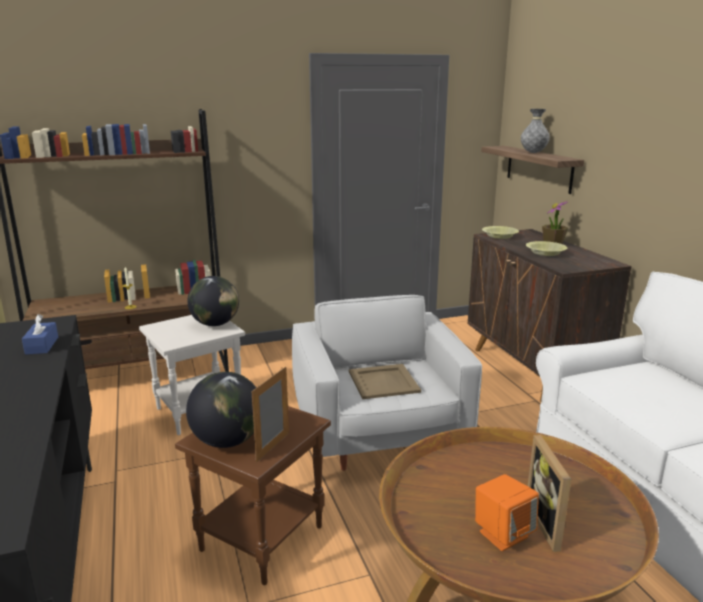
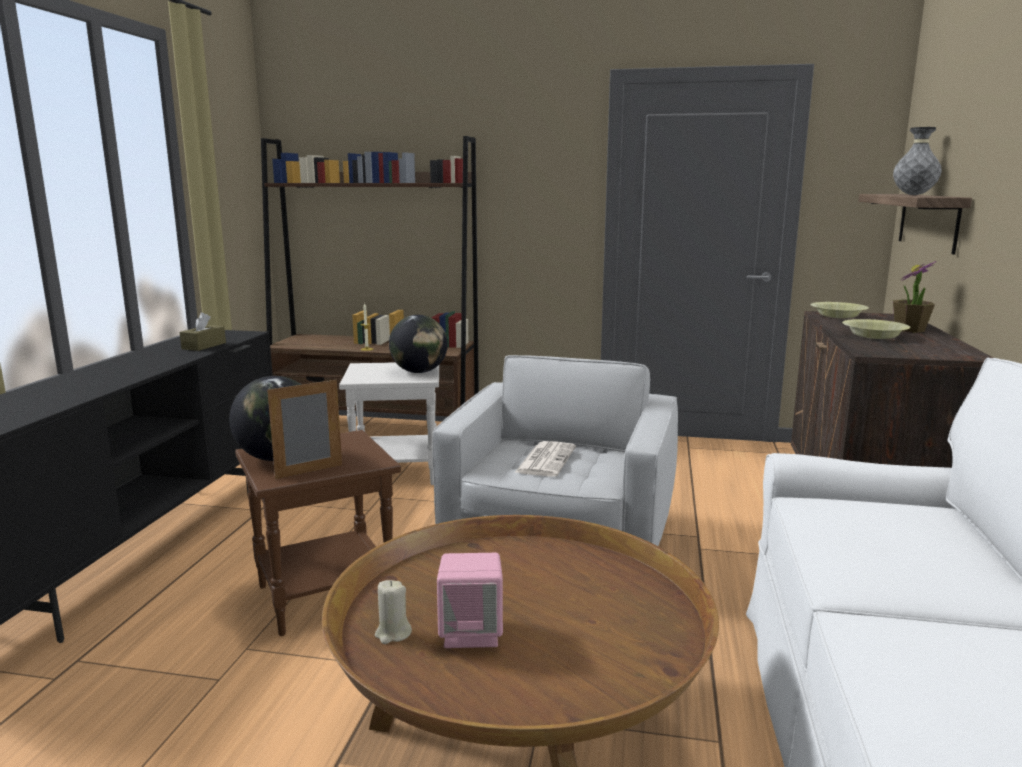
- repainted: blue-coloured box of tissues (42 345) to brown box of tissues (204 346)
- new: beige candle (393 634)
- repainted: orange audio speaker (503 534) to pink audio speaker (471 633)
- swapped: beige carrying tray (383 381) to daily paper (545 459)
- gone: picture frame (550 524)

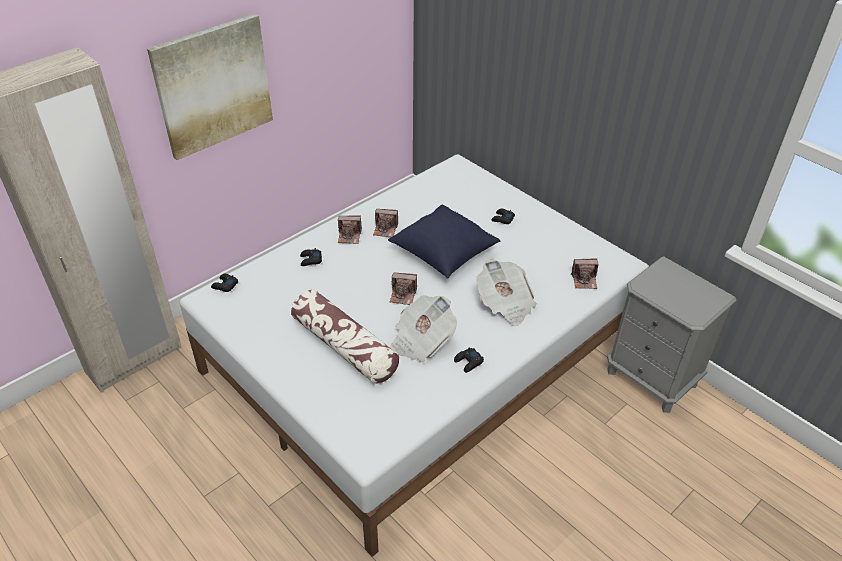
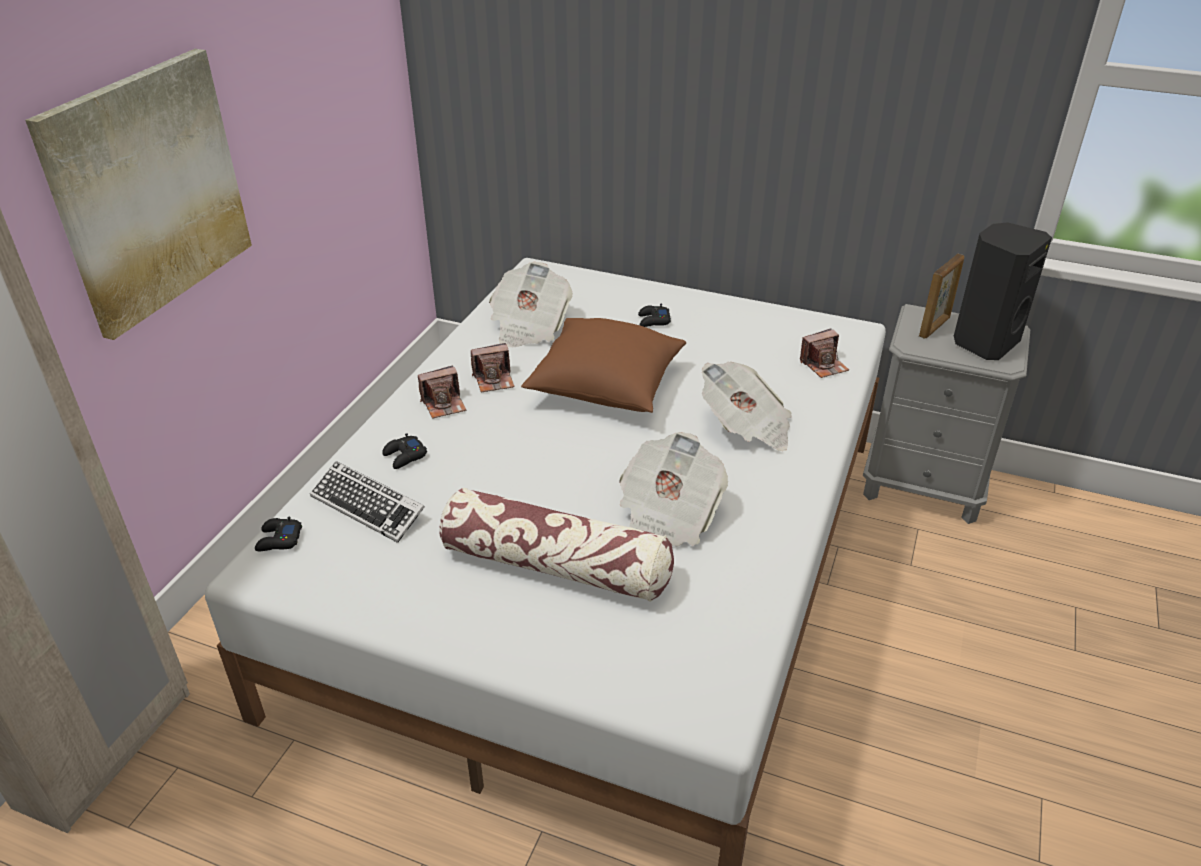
- new: keyboard (368 507)
- new: daily paper (529 326)
- repainted: blue-coloured cushion (443 253) to brown cushion (605 387)
- new: picture frame (934 327)
- new: blackish audio speaker (984 343)
- gone: still camera (403 295)
- gone: blackish joypad (468 362)

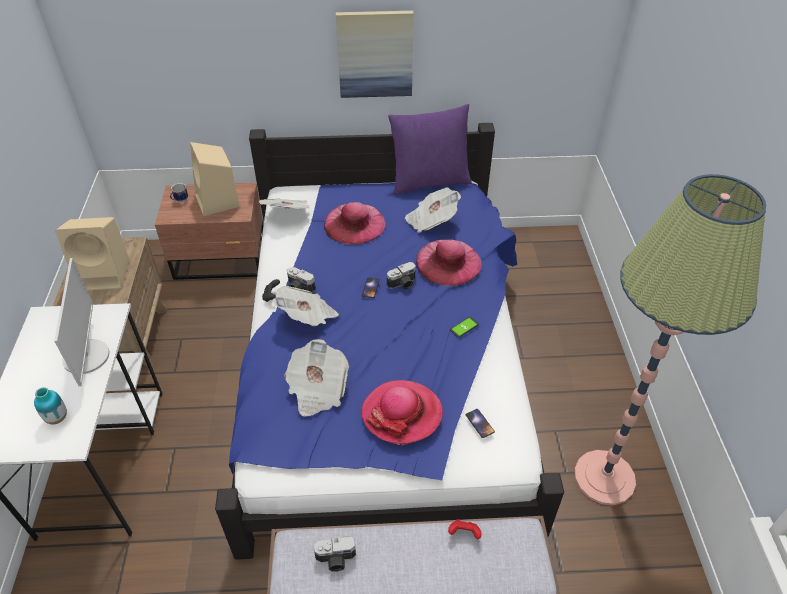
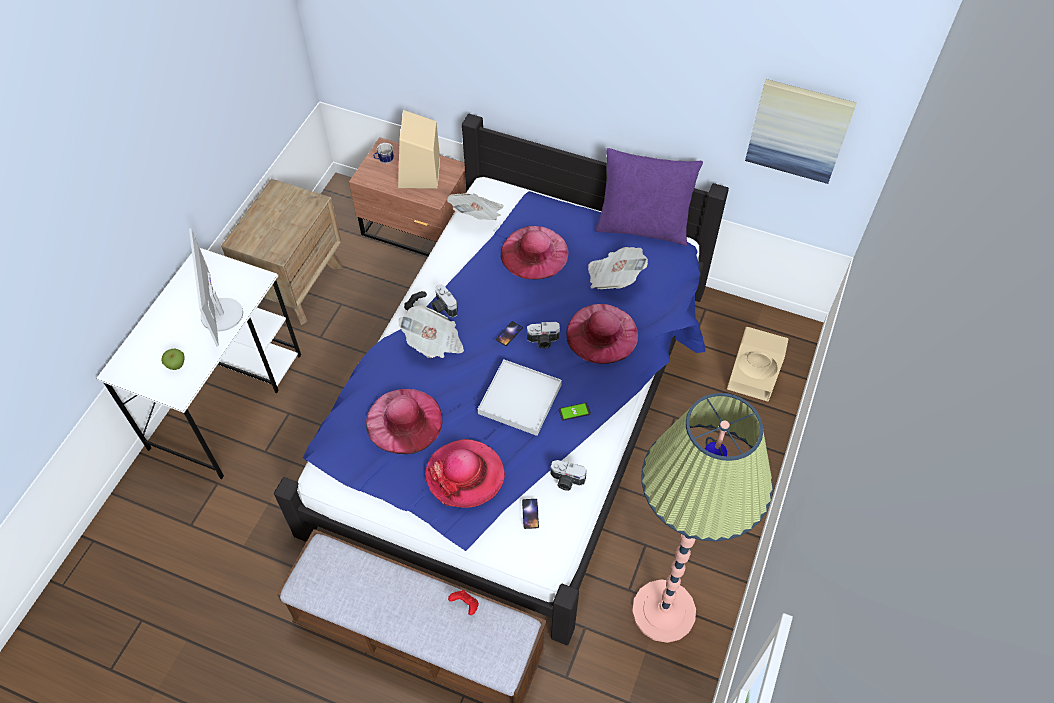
- swapped: vase (57 418) to whole apple (176 365)
- rotated: computer screen (87 356) = (221 315) 150 degrees clockwise
- swapped: daily paper (317 389) to pink wearable hat (404 421)
- new: whitish carrying tray (520 399)
- shifted: still camera (336 560) to (566 481)
- shifted: beige audio speaker (106 274) to (753 379)
- shifted: picture (375 54) to (798 130)

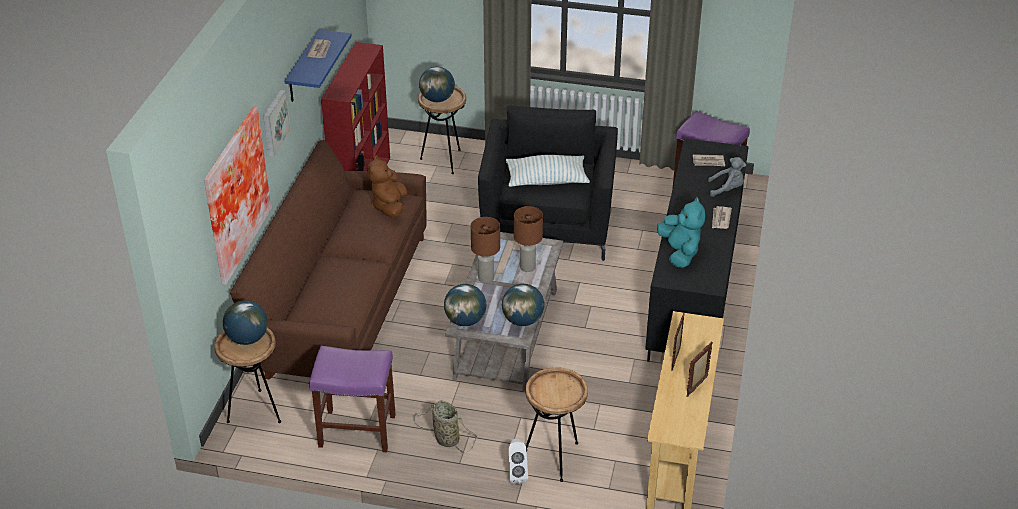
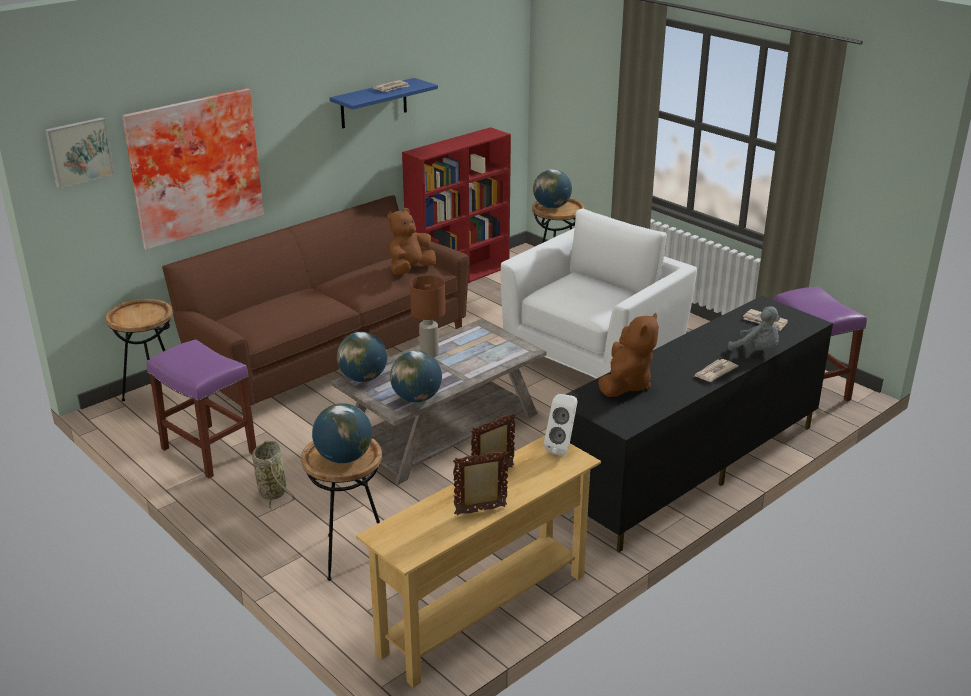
- shifted: picture (274 122) to (79 151)
- shifted: world globe (248 339) to (344 458)
- repainted: blackish armchair (548 225) to whitish armchair (594 361)
- shifted: whitish audio speaker (517 475) to (562 447)
- repainted: blue-green soft toy (680 253) to brown soft toy (625 384)
- gone: cushion (546 180)
- gone: brown tabletop lamp (527 267)

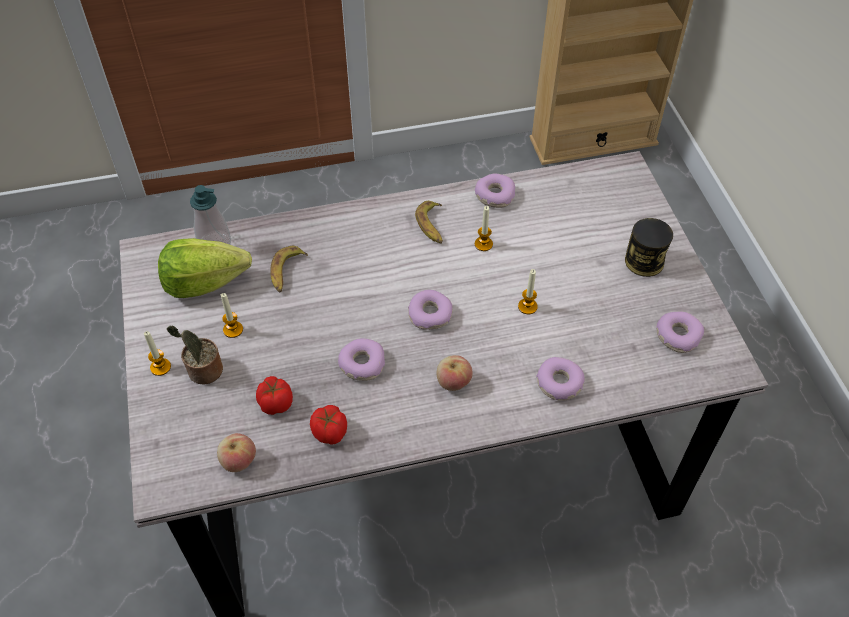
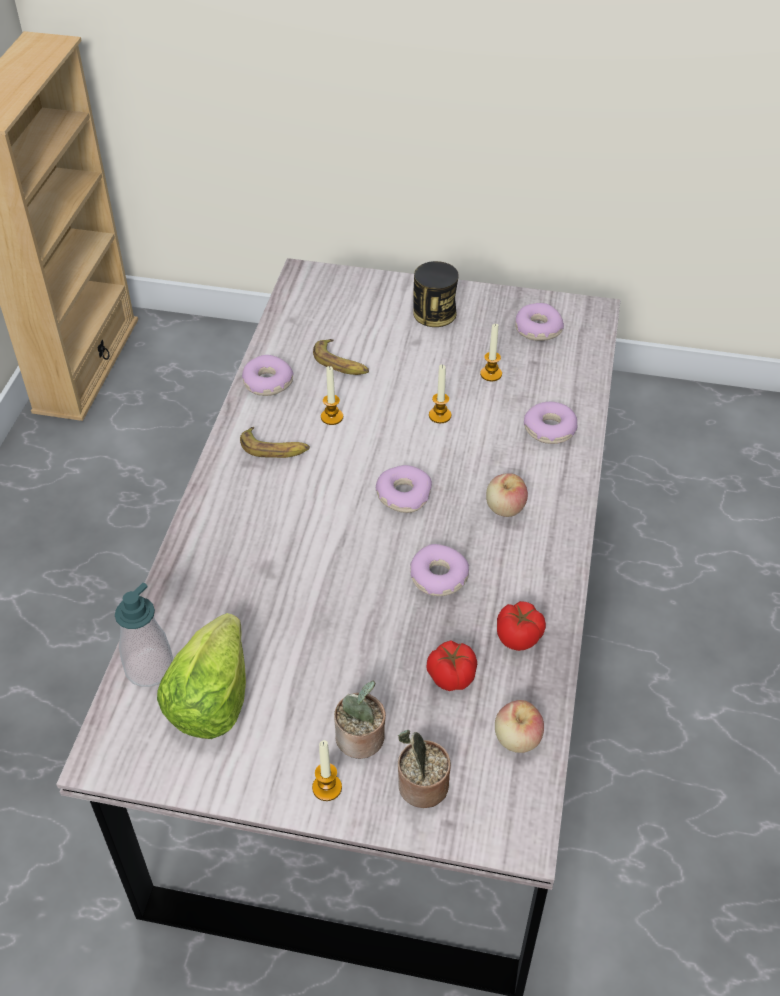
- shifted: whole banana (286 272) to (341 363)
- new: potted plant (420 788)
- shifted: candle (233 330) to (491 374)

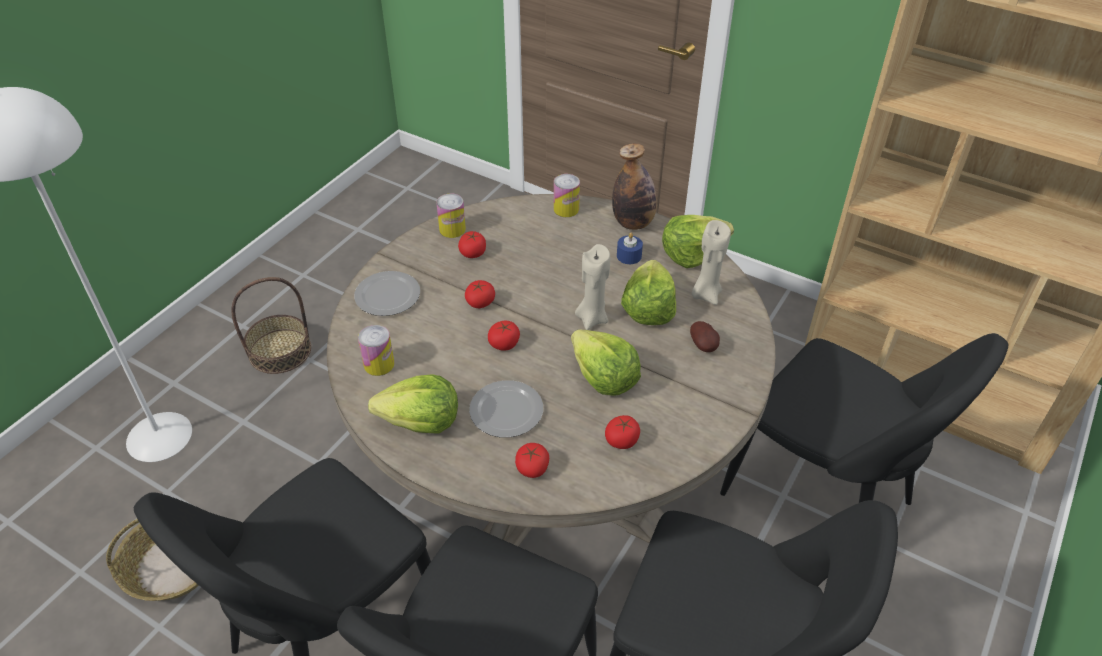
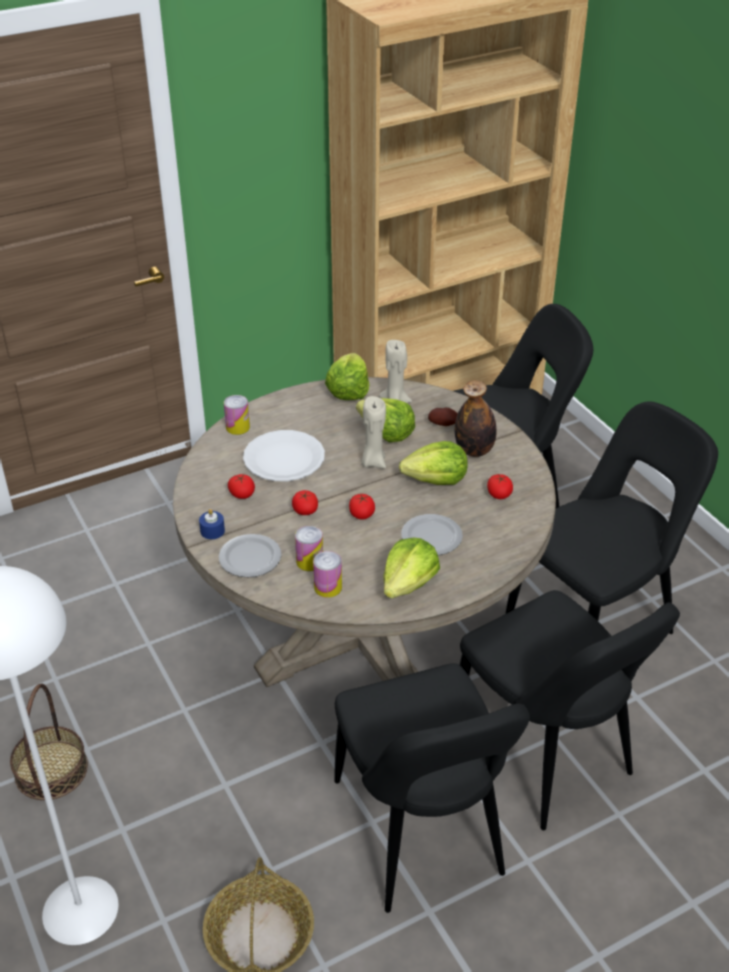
- shifted: blue-coloured candle (629 256) to (212 531)
- new: whitish plate (283 458)
- shifted: can (452 229) to (309 561)
- shifted: bottle (633 223) to (474 450)
- gone: fresh tomato (532 468)

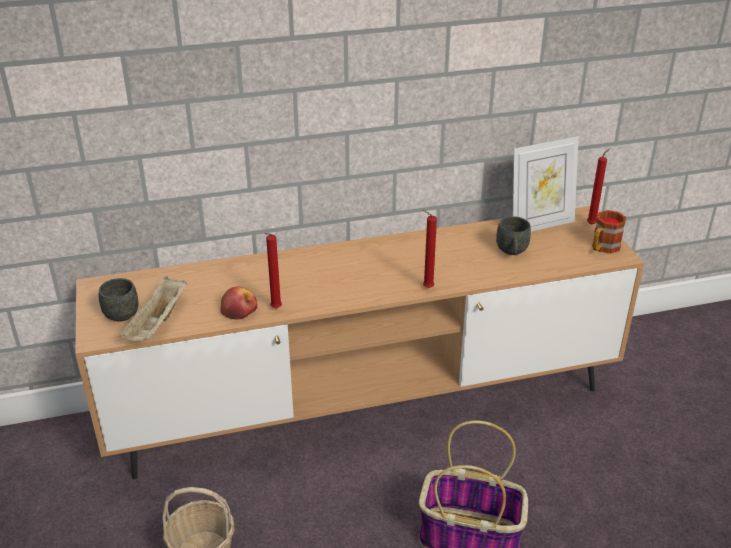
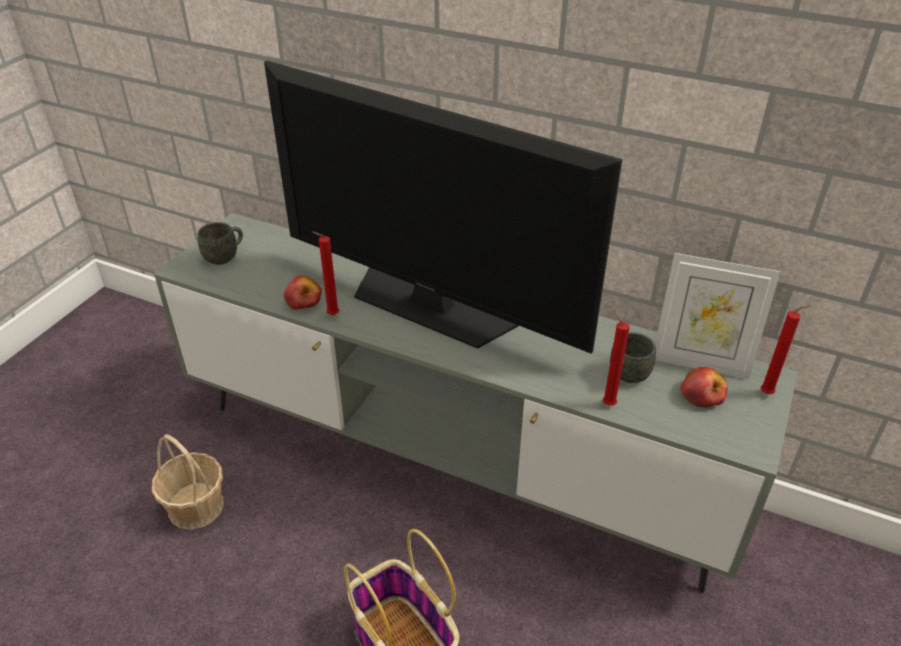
- repainted: brown tv unit (364 406) to greyish tv unit (451 460)
- new: TV set (431 305)
- shifted: reddish candle (426 288) to (607 403)
- new: whole apple (702 395)
- gone: beige carrying tray (158 324)
- gone: mug (603 248)

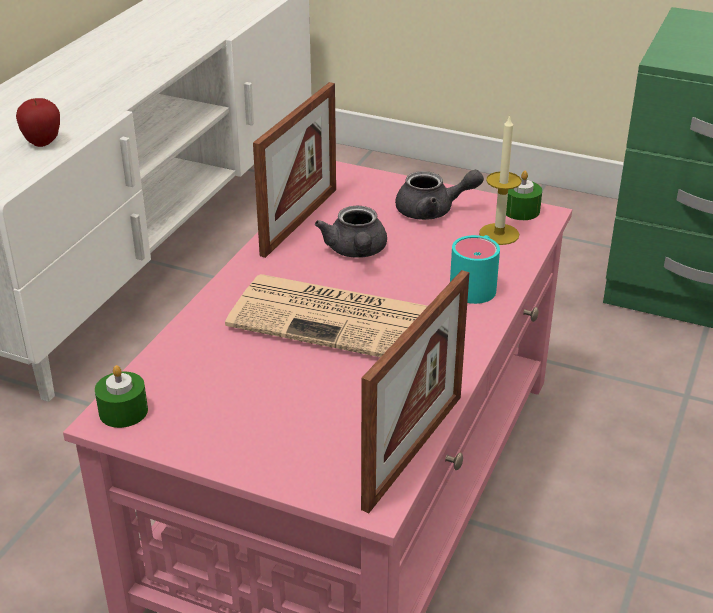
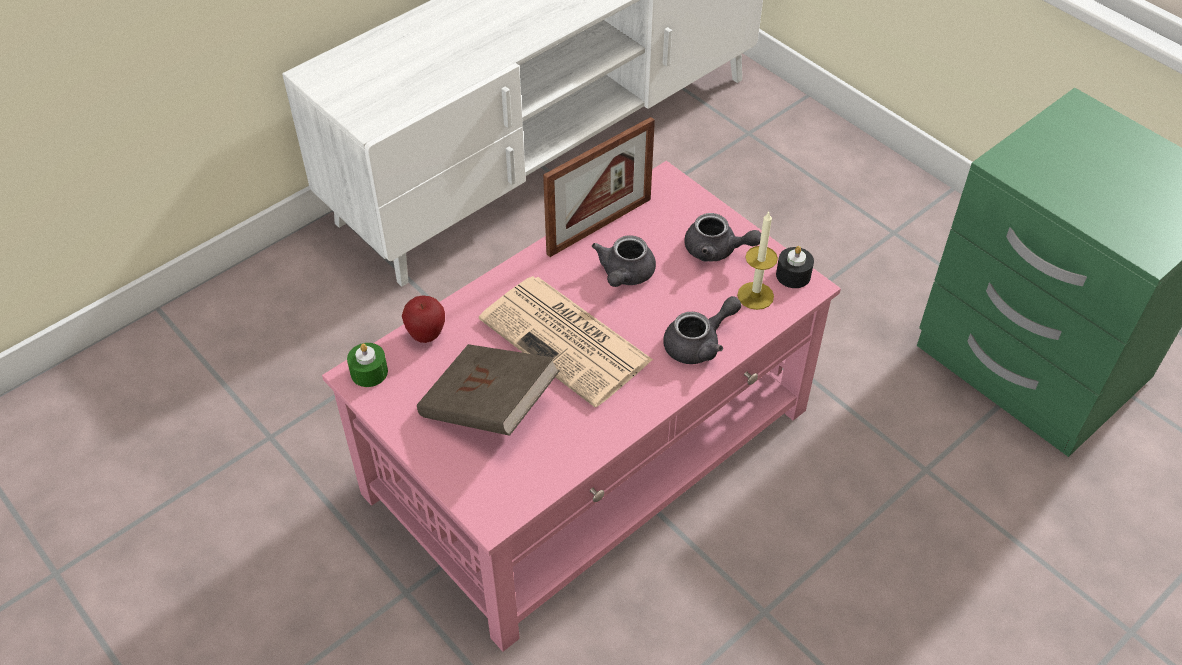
- shifted: whole apple (43 143) to (426 335)
- new: brown book (489 408)
- swapped: blue-green mug (476 284) to greyish teapot (699 343)
- repainted: green-coloured candle (521 210) to blackish candle (793 275)
- gone: picture frame (413 450)

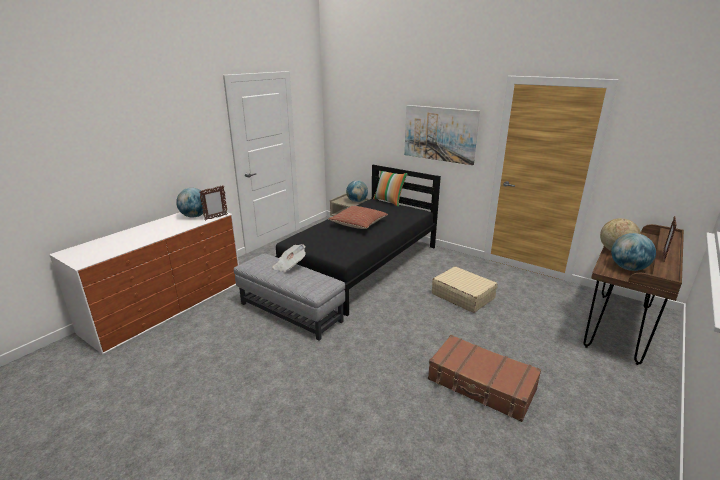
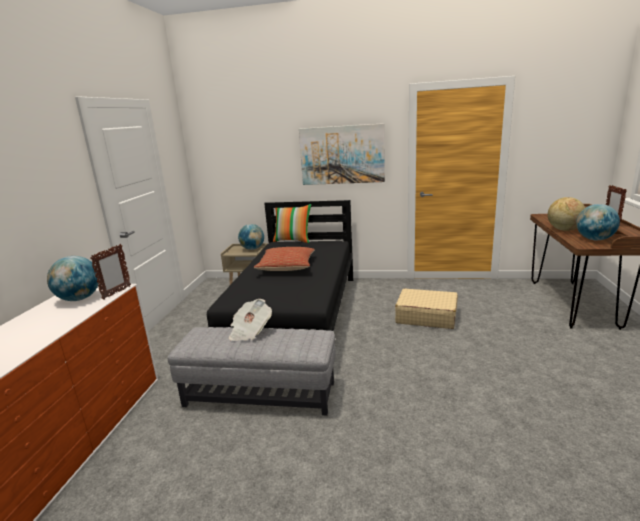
- gone: brown suitcase (481 385)

